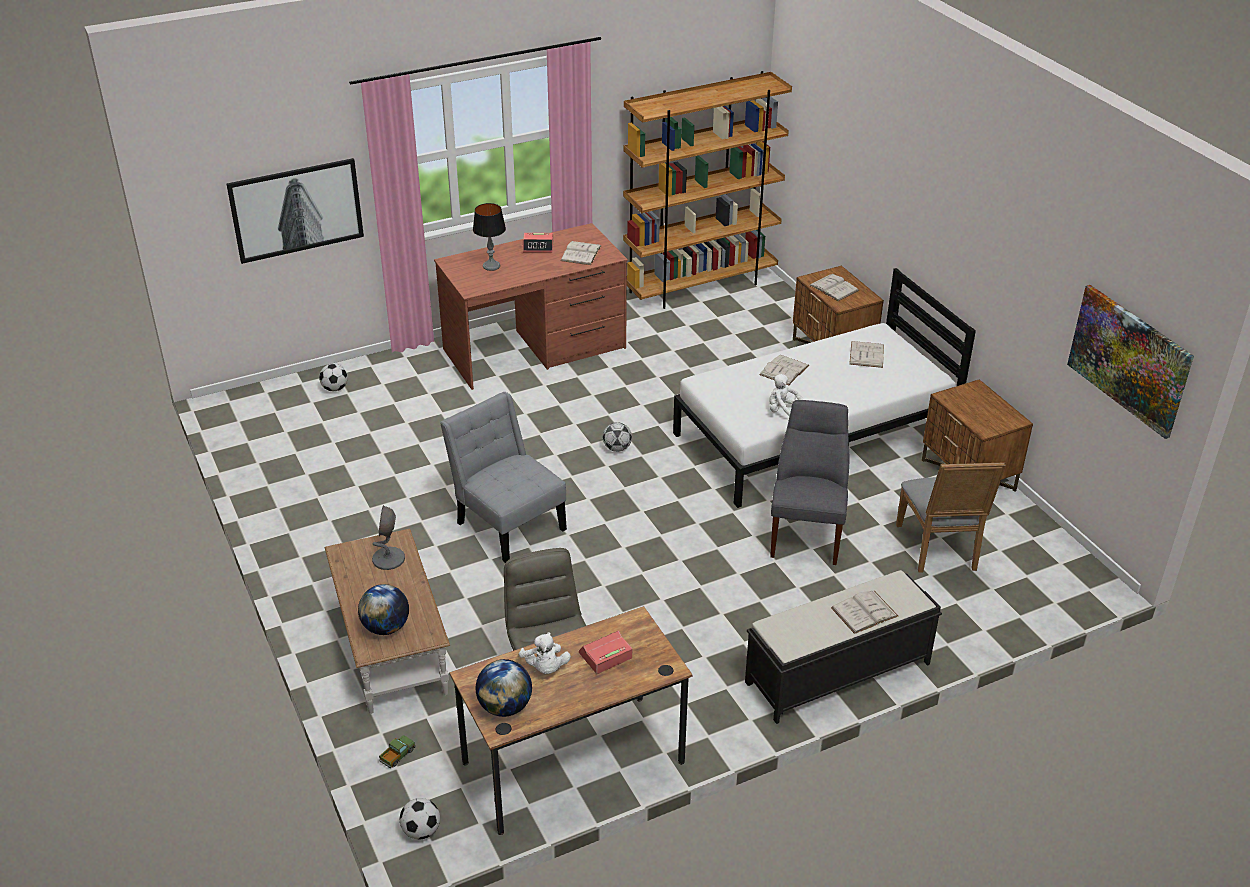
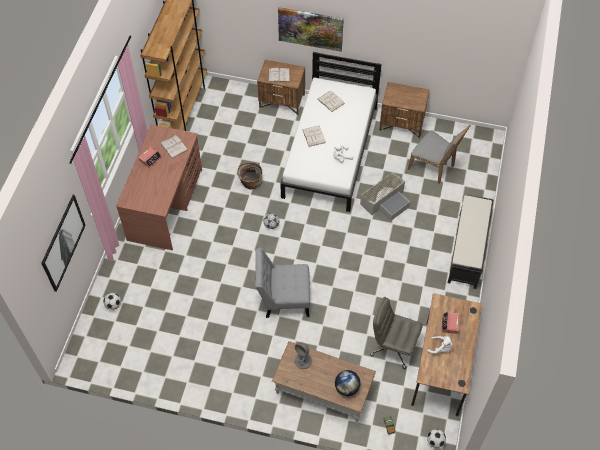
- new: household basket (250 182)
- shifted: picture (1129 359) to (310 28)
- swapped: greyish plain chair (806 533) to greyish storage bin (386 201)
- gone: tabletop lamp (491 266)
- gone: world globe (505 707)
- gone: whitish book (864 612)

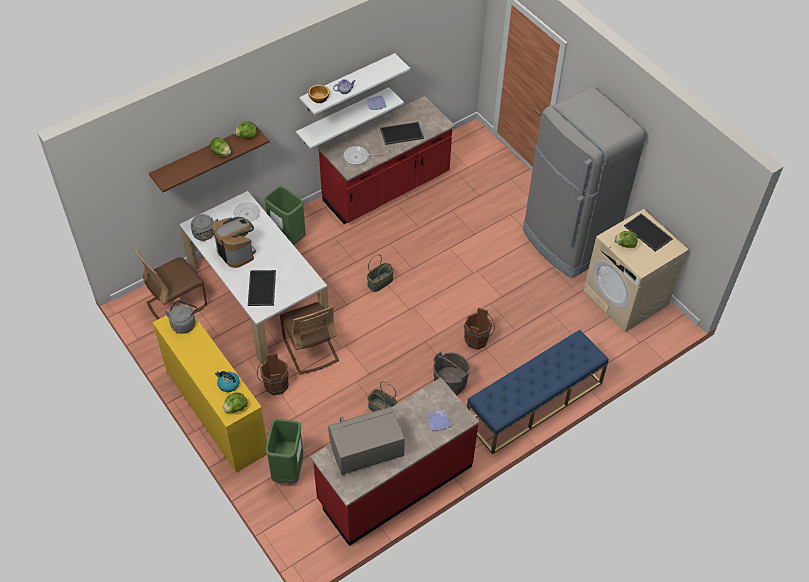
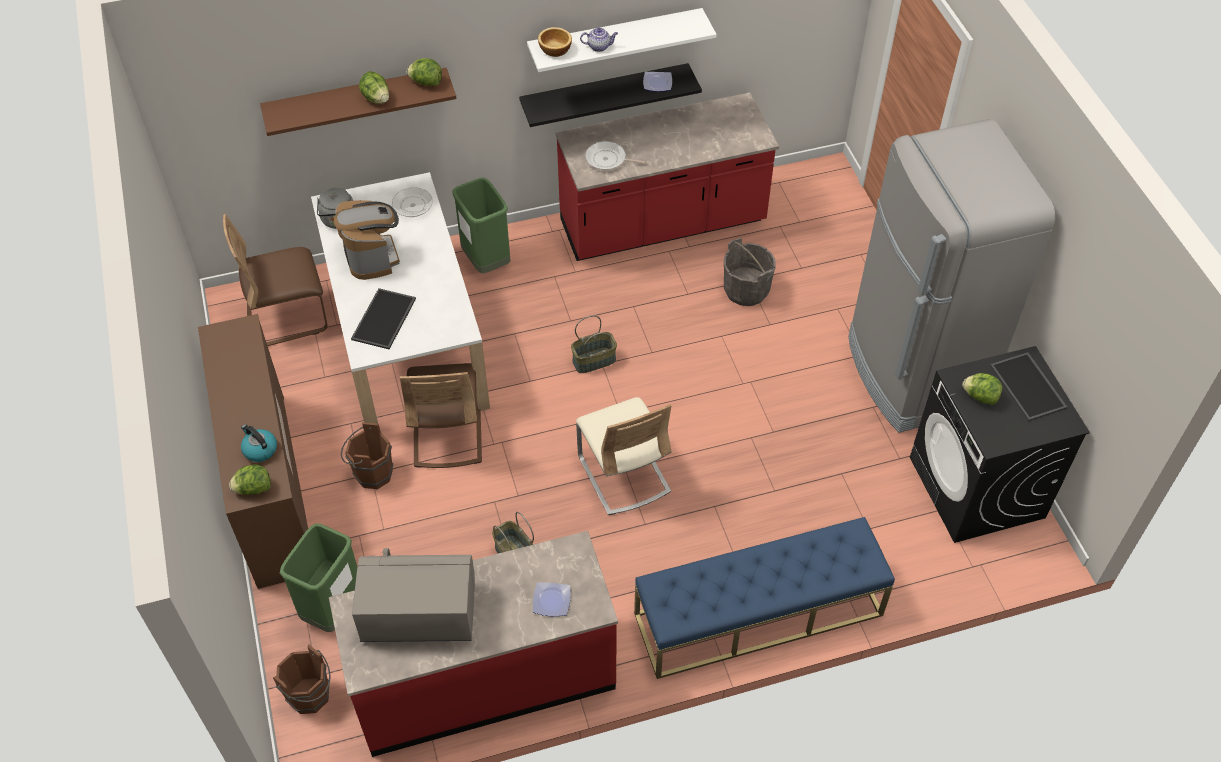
- repainted: yellow-coloured chest of drawers (216 411) to brown chest of drawers (271 488)
- shifted: brown water bucket (478 341) to (311 697)
- repainted: whitish shelf (343 116) to blackish shelf (604 92)
- new: beige plain chair (623 474)
- shifted: greyish water bucket (450 383) to (746 290)
- repainted: beige laundry appliance (626 298) to blackish laundry appliance (977 488)
- gone: greyish tea kettle (184 324)
- gone: carrying tray (401 134)

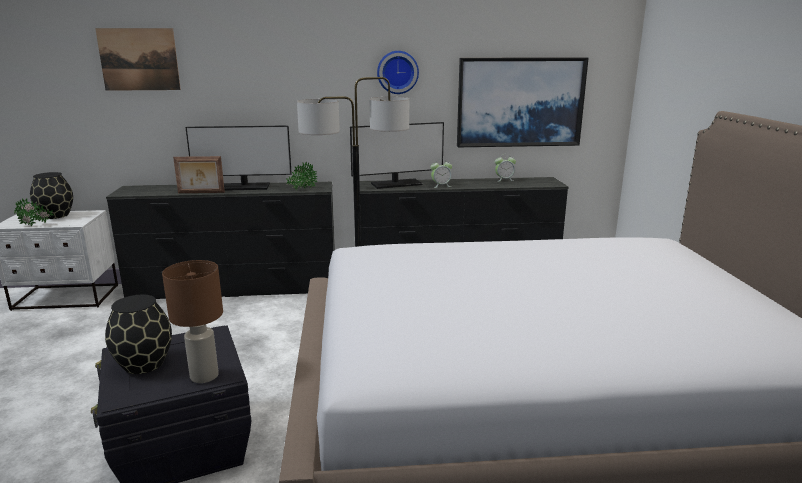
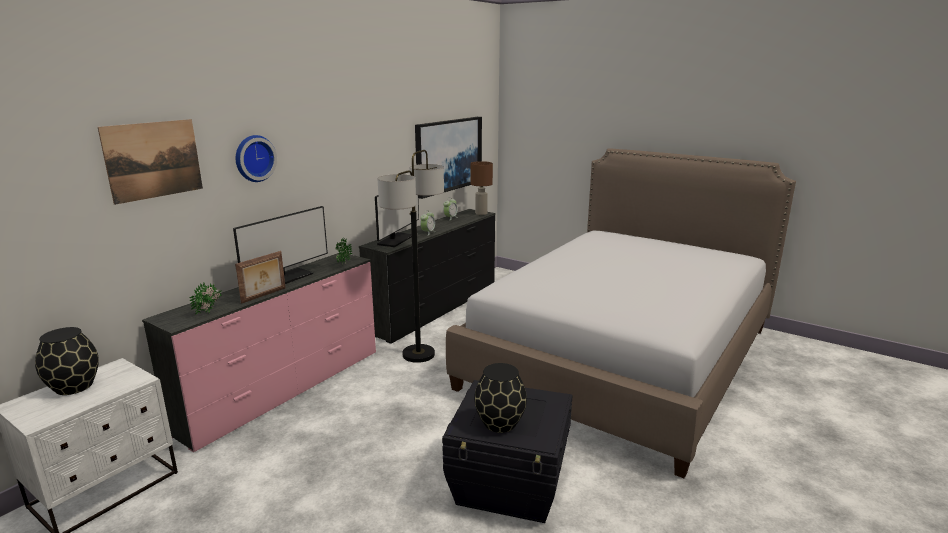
- repainted: blackish chest of drawers (235 289) to pink chest of drawers (285 389)
- shifted: potted plant (36 225) to (210 311)
- shifted: hanging clock (397 72) to (253 158)
- shifted: brown tabletop lamp (205 375) to (481 213)

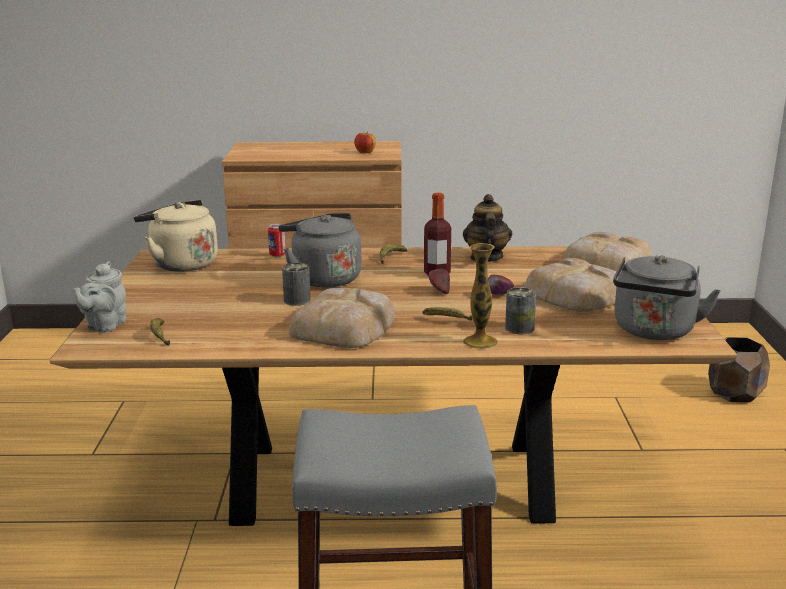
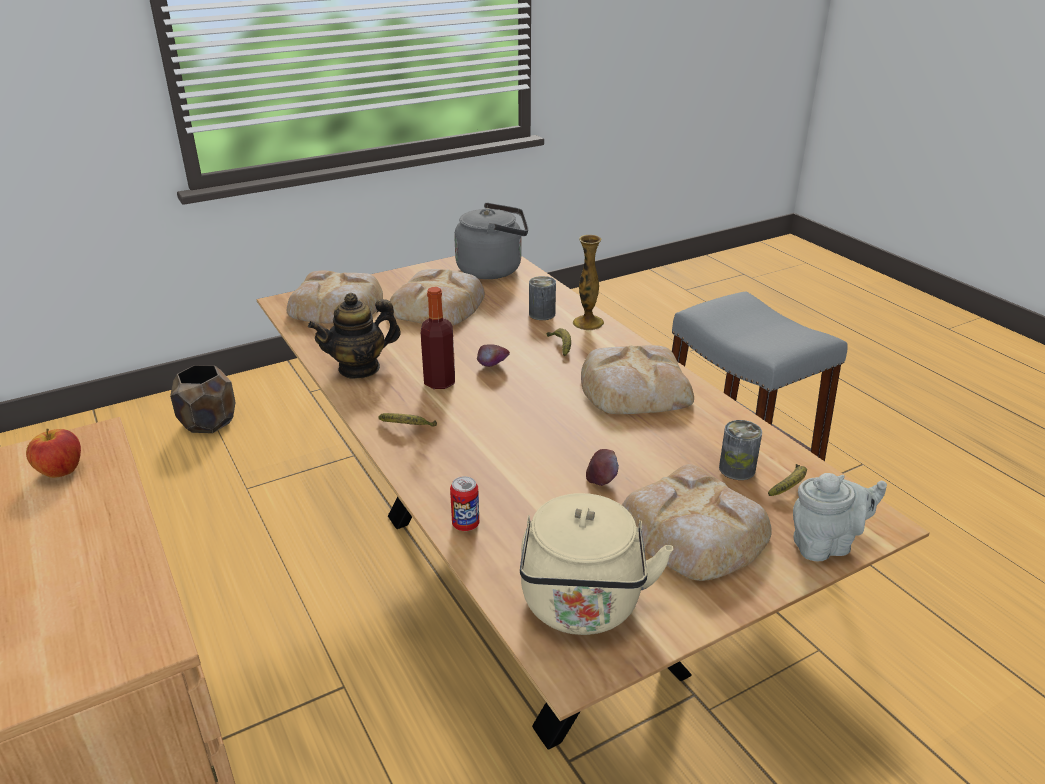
- shifted: whole apple (498 296) to (601 480)
- new: bakery bread (694 532)
- shifted: can (297 300) to (737 469)
- gone: greyish tea kettle (323 278)

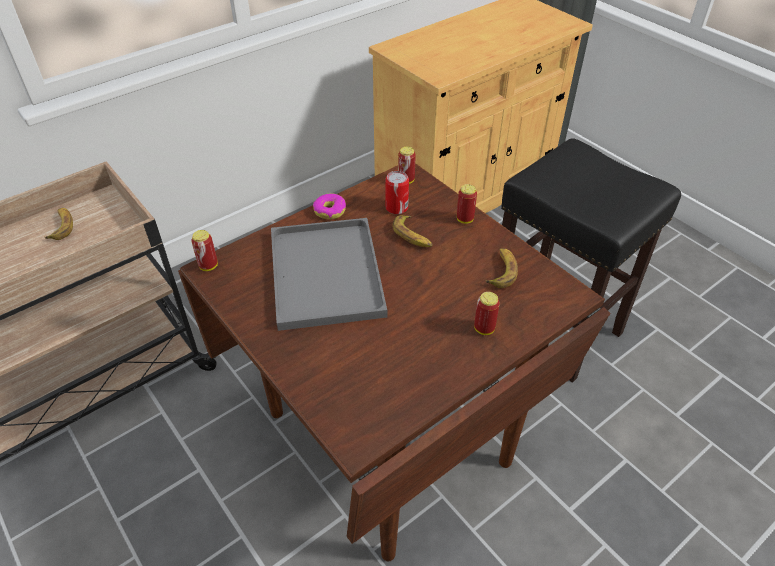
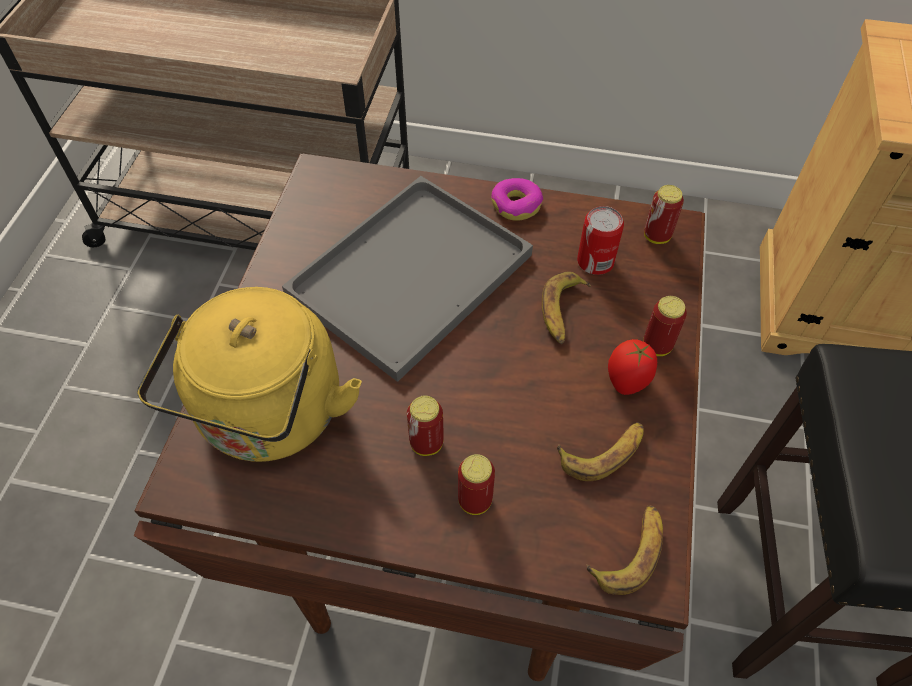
- new: yellow-coloured tea kettle (269 417)
- shifted: can (208 266) to (426 443)
- shifted: whole banana (61 226) to (629 552)
- new: fresh tomato (627 381)

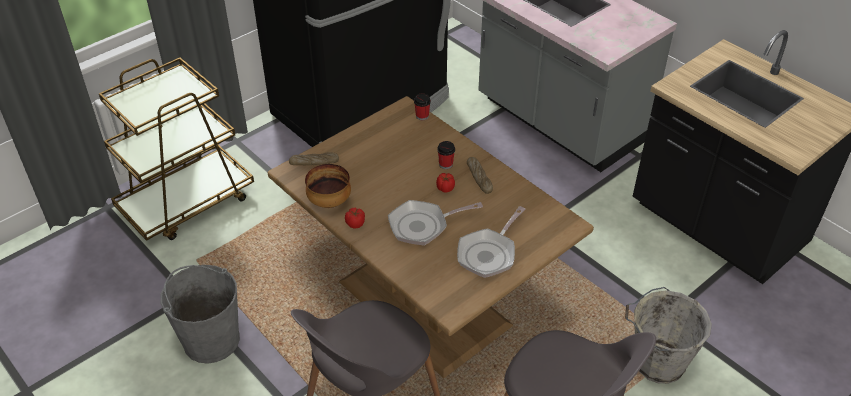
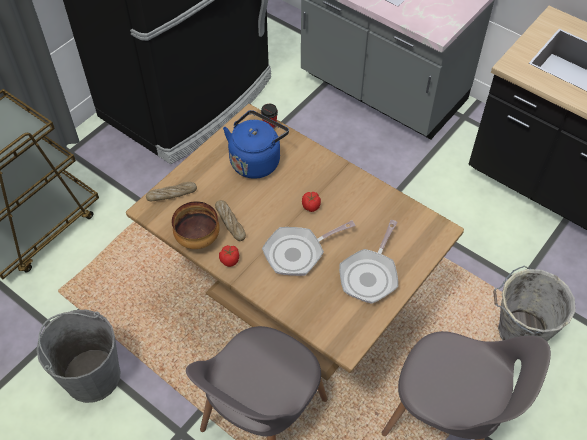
- shifted: bakery bread (479 178) to (230 223)
- new: blue-coloured tea kettle (256 160)
- gone: drinking cup (445 164)

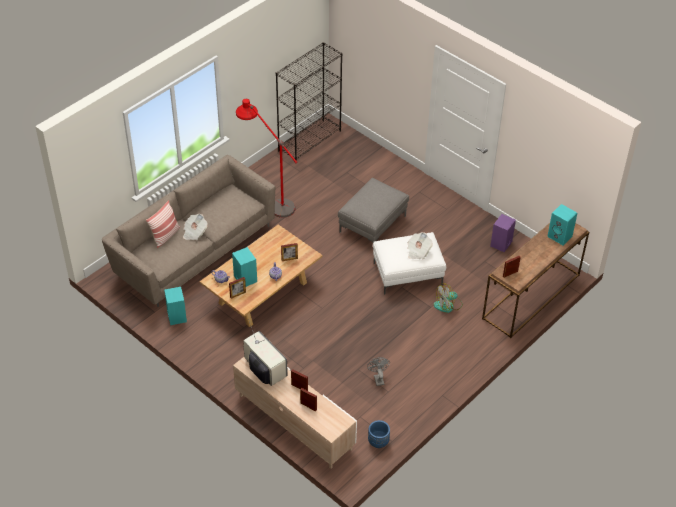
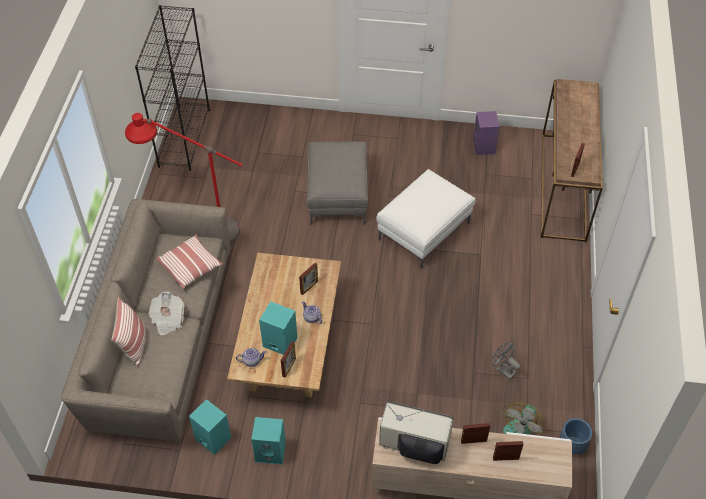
- new: cushion (190 266)
- shifted: blue-green audio speaker (560 236) to (271 451)
- shifted: electric fan (448 305) to (521 423)
- gone: daily paper (418 251)

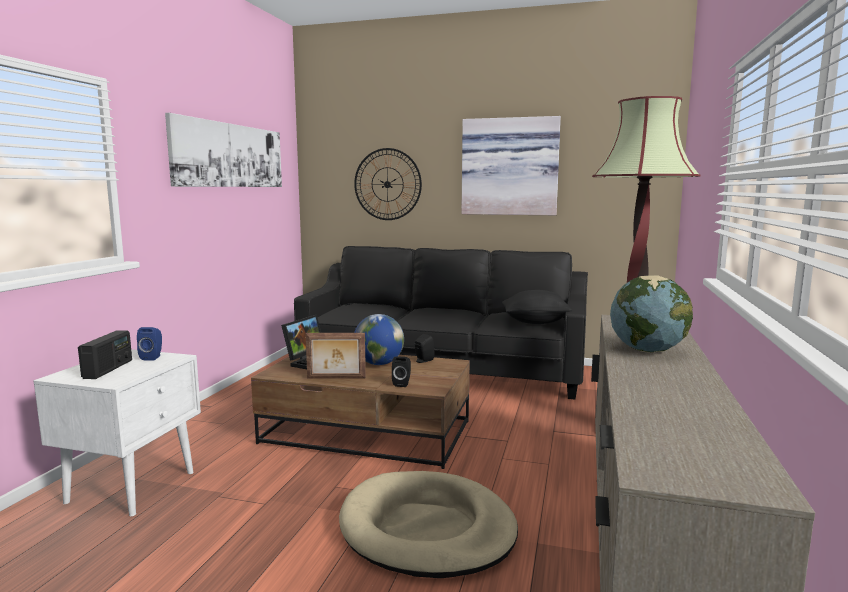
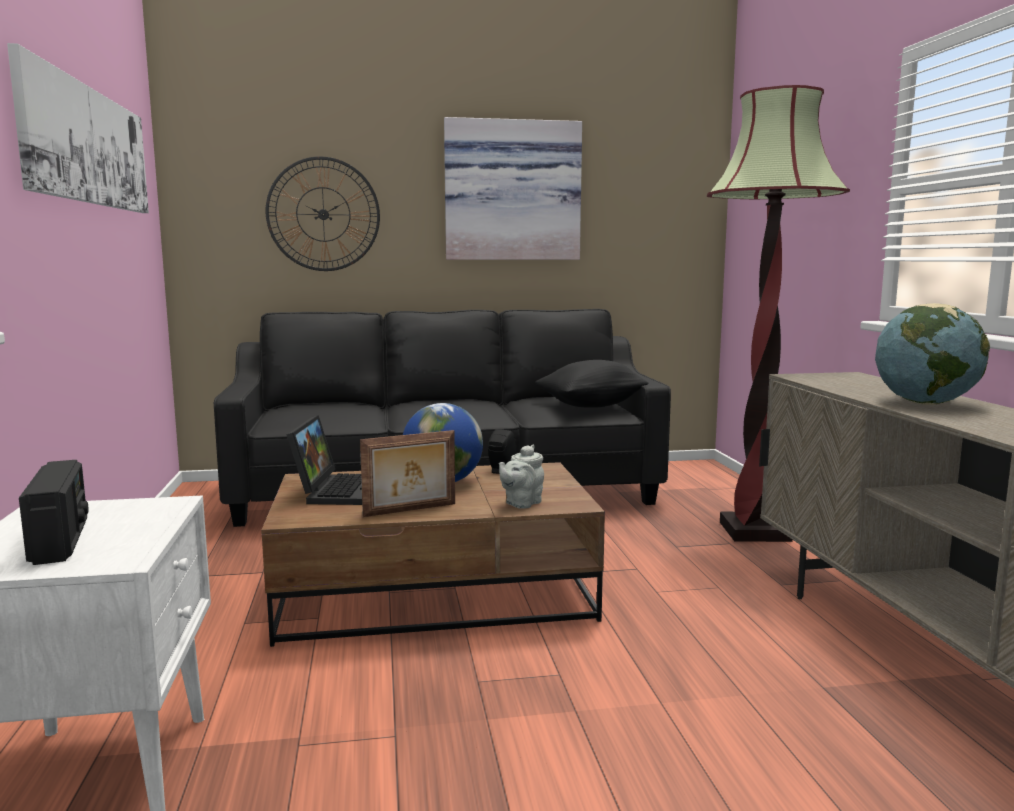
- swapped: blackish audio speaker (402 384) to greyish teapot (521 503)
- gone: blue-coloured audio speaker (152 357)
- gone: beige dog bed (427 529)

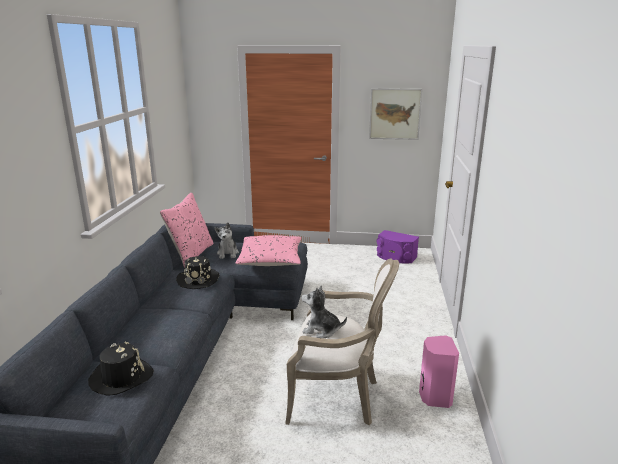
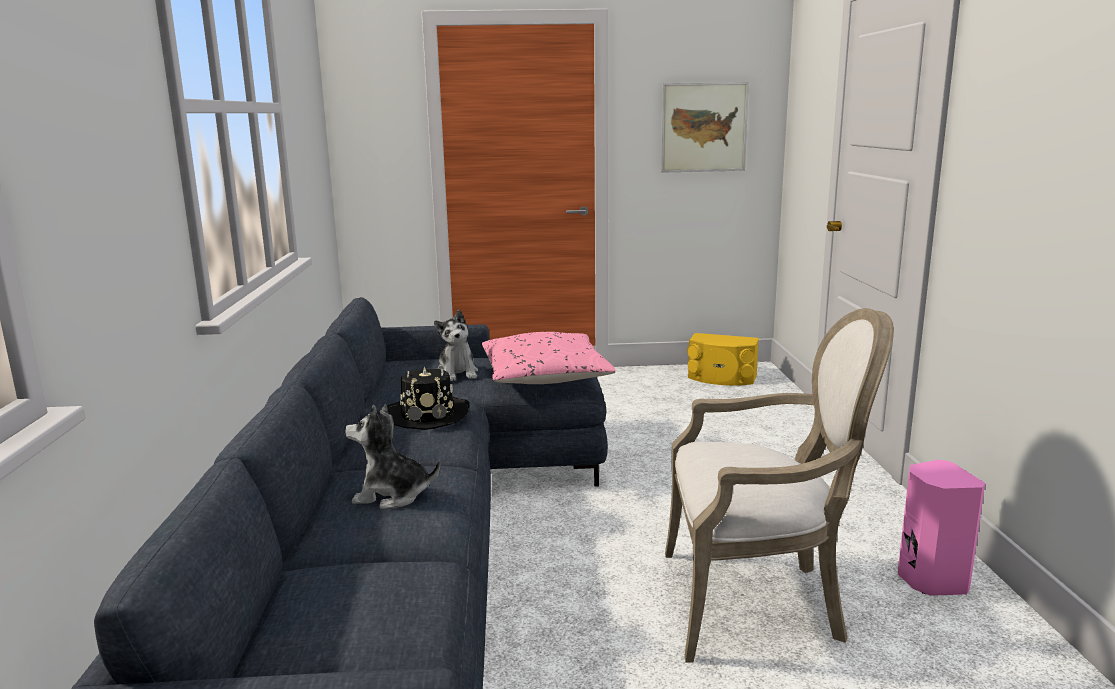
- shifted: soft toy (321 330) to (392 495)
- repainted: purple-coloured audio speaker (395 257) to yellow-coloured audio speaker (721 378)
- gone: blackish wearable hat (121 377)
- gone: pink cushion (191 254)

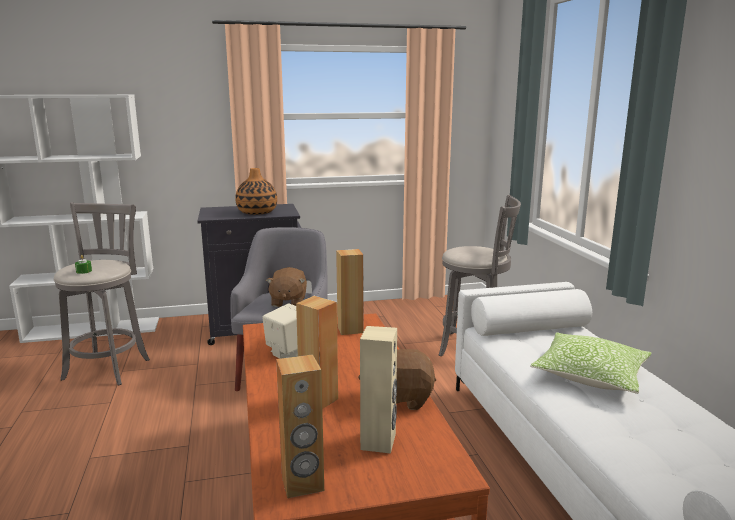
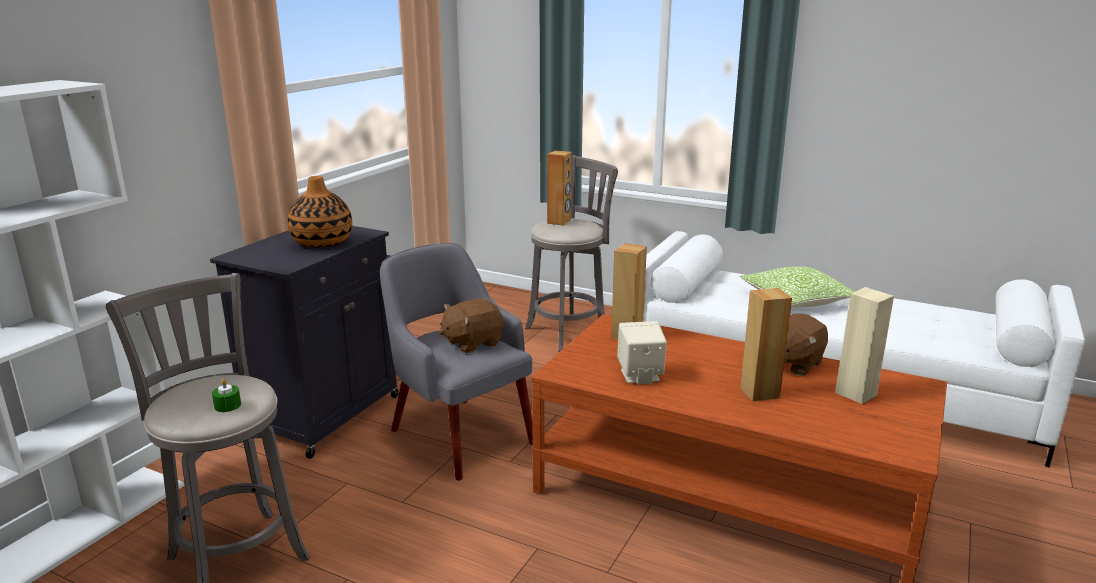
- rotated: brown soft toy (288 302) = (472 343) 105 degrees clockwise
- shifted: brown audio speaker (302 484) to (559 222)

